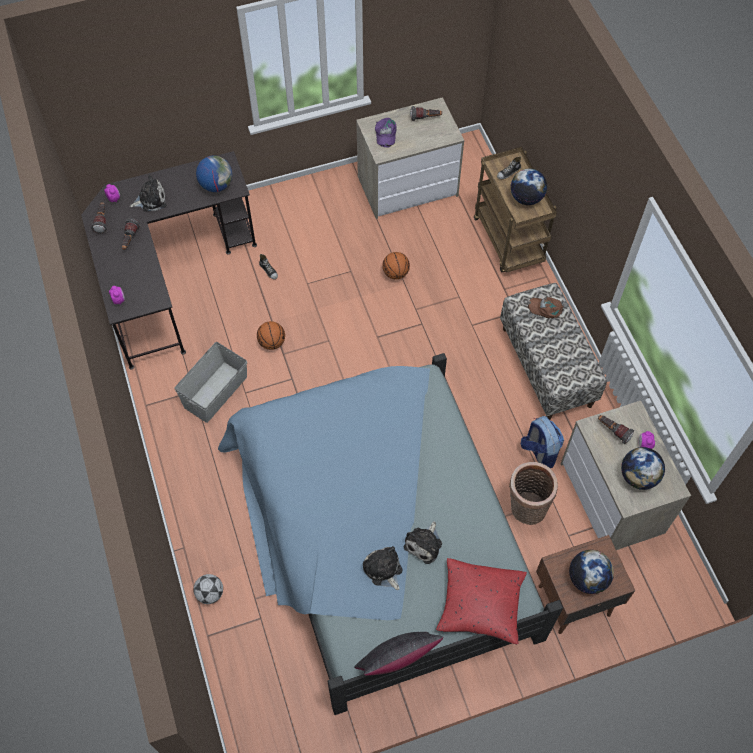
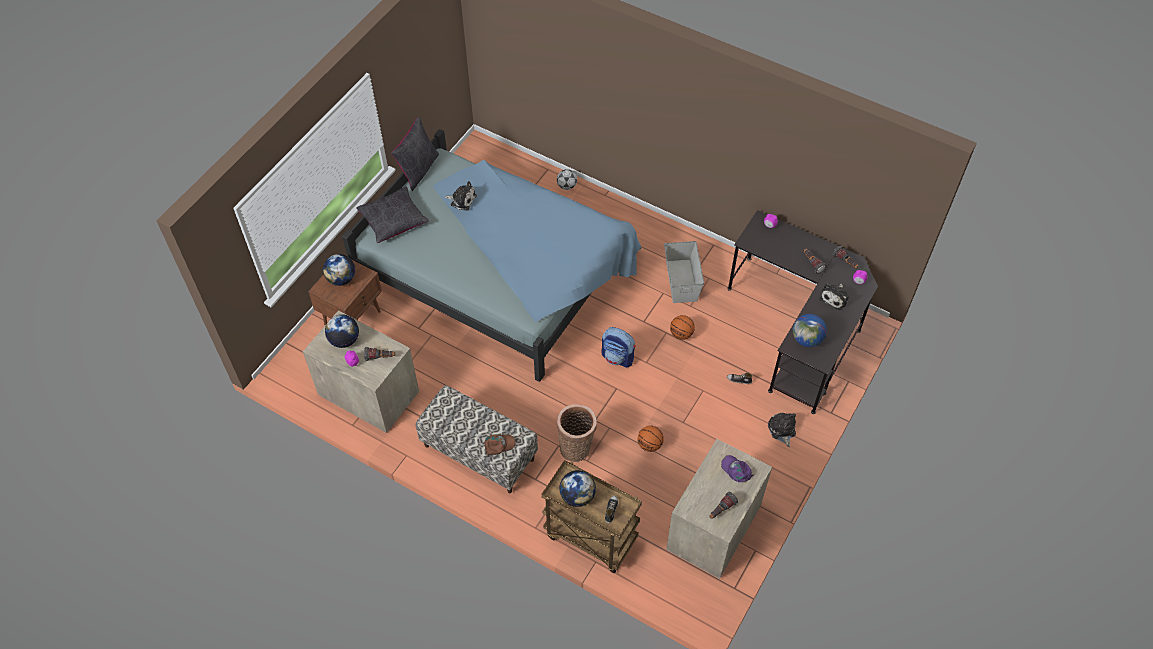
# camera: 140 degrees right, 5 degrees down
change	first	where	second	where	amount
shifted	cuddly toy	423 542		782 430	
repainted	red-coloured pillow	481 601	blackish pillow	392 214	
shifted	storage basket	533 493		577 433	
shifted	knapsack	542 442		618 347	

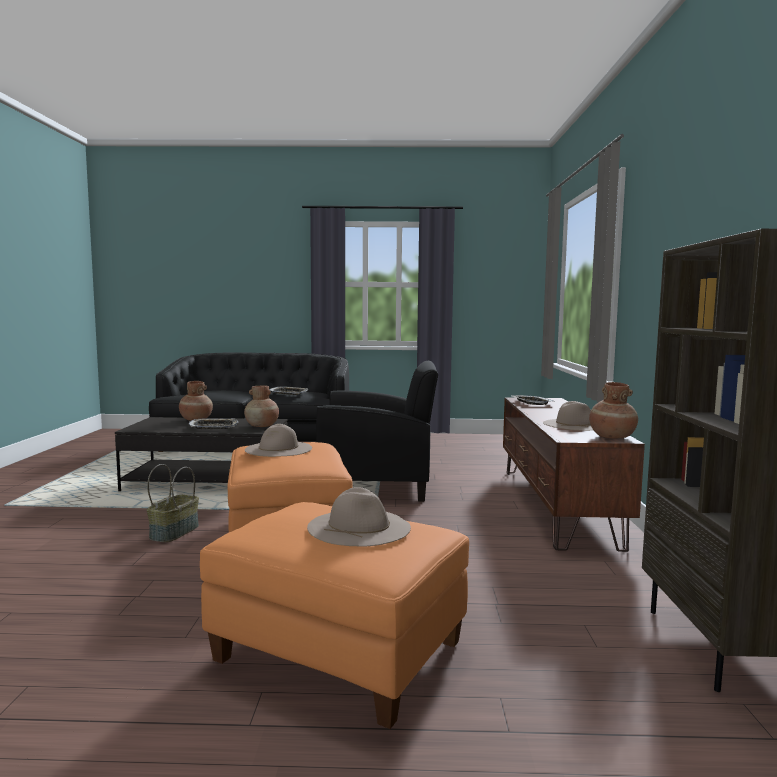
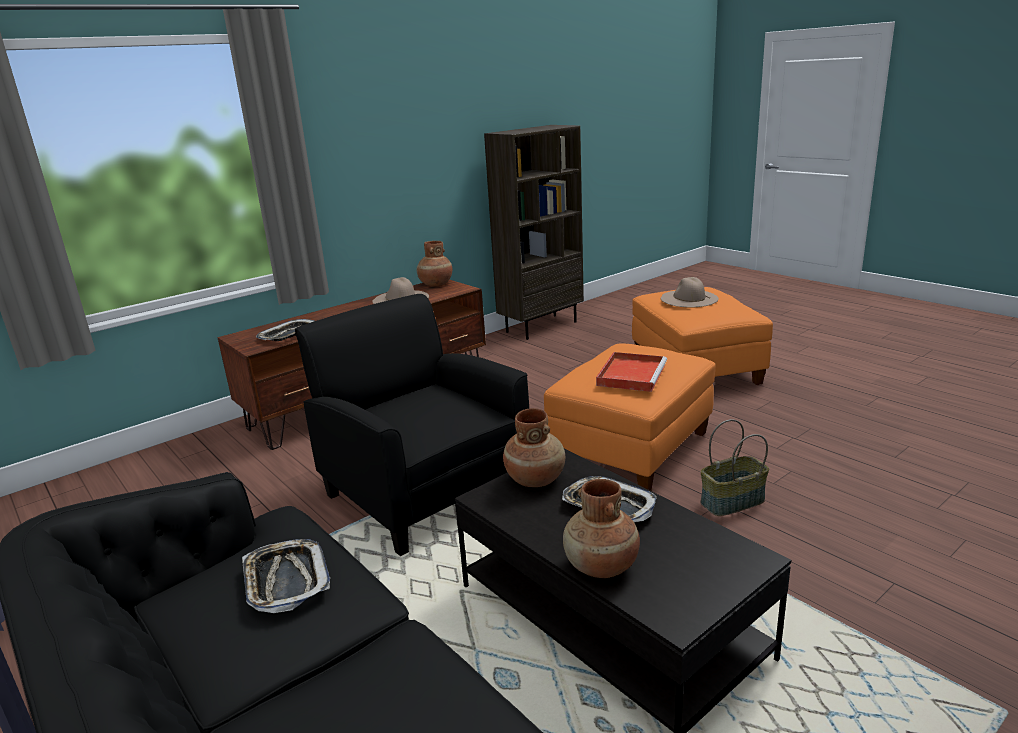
# camera: 130 degrees left, 15 degrees up
change	first	where	second	where	amount
swapped	beige-coloured wearable hat	278 440	red-coloured serving tray	631 372	

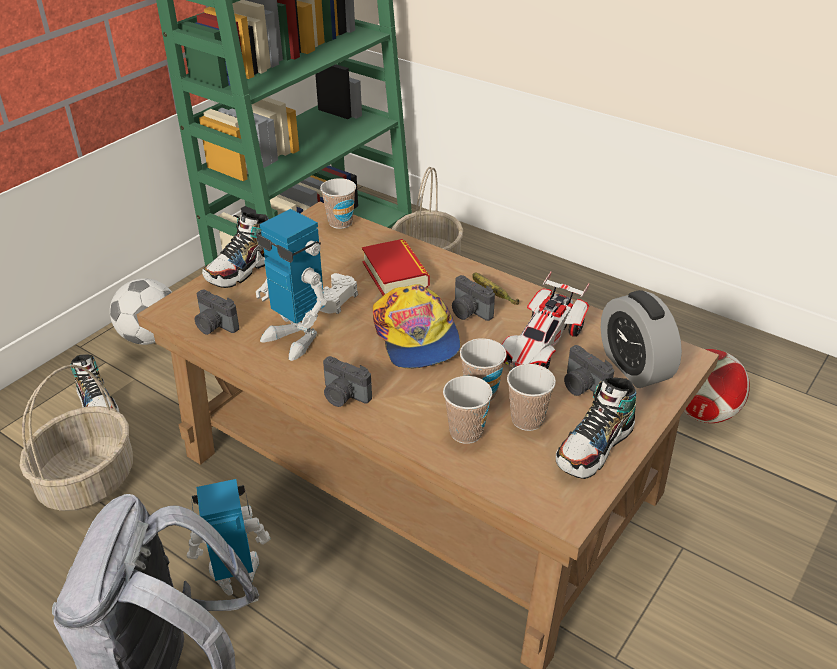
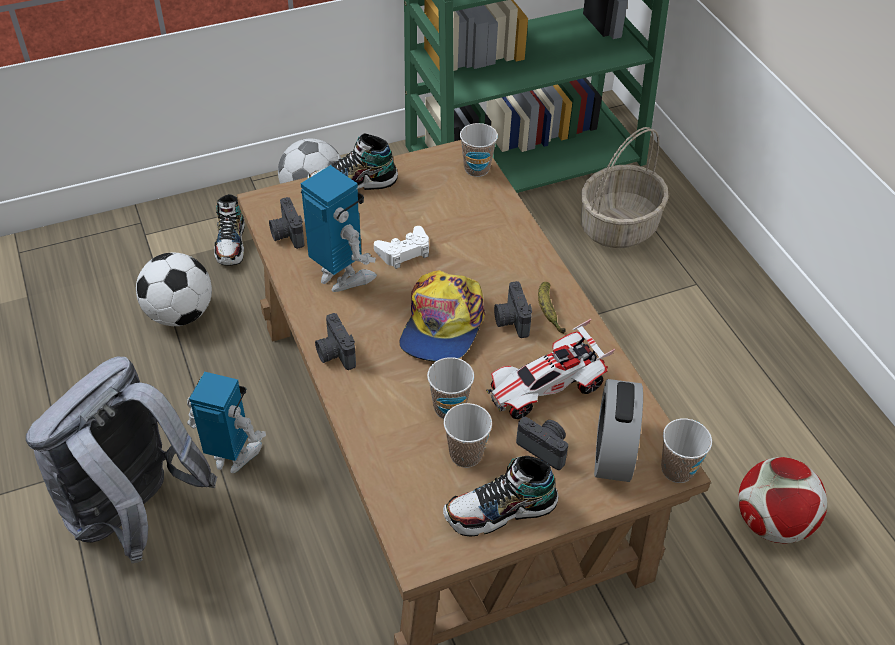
# camera: 30 degrees right, 10 degrees up
change	first	where	second	where	amount
swapped	storage basket	76 438	football ball	174 289	
rotated	toy robot	291 285		338 228	150 degrees clockwise
gone	book	396 267			
shifted	small cup	467 410		686 450	
rotated	photo camera	589 370		542 443	135 degrees clockwise

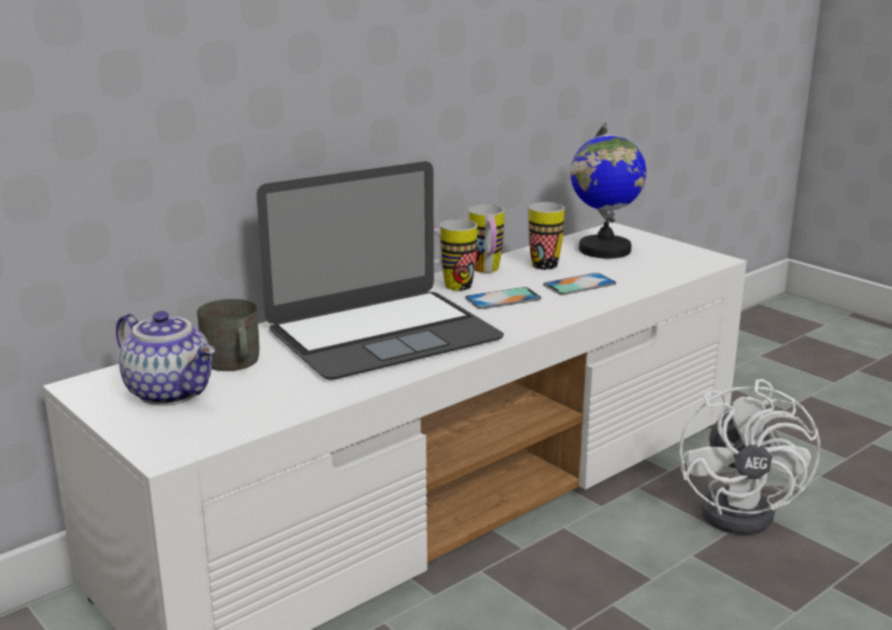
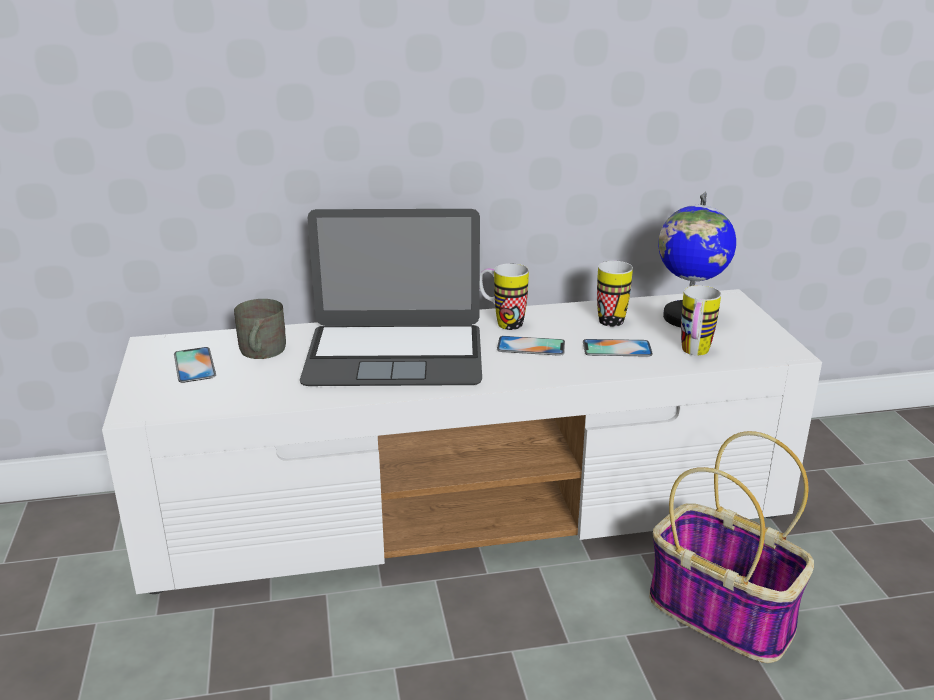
# camera: 30 degrees right, 5 degrees up
change	first	where	second	where	amount
swapped	pot for tea	165 358	phone	195 365	
shifted	mug	486 239		701 320	
swapped	white electric fan	749 457	storage basket	731 547	

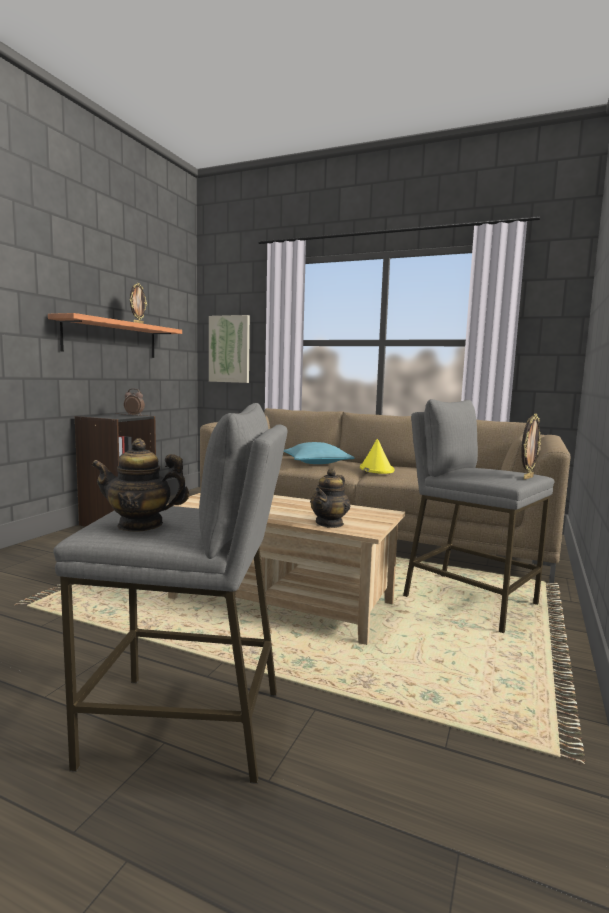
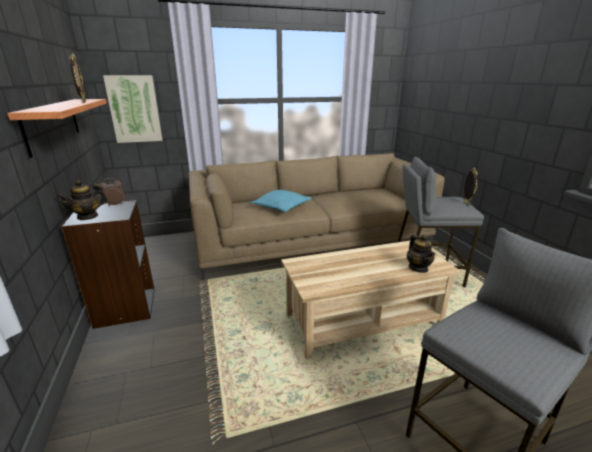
# camera: 40 degrees left, 15 degrees up
change	first	where	second	where	amount
shifted	pot for tea	140 485		82 200	
gone	yellow wearable hat	377 456			

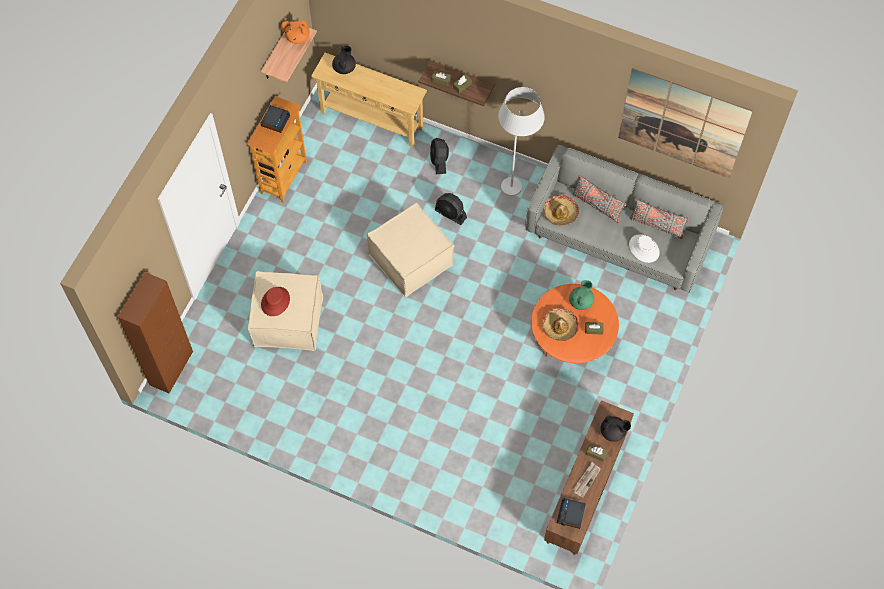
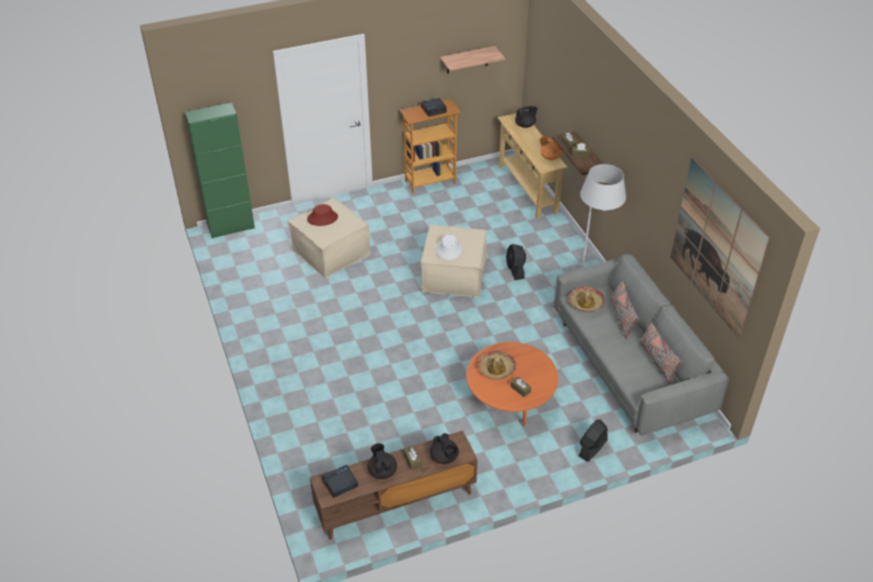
# camera: 45 degrees right, 20 degrees down
change	first	where	second	where	amount
repainted	brown-coloured cabinet	155 332	green cabinet	220 171	
shifted	orange-coloured pot for tea	295 31		551 148	
shifted	blackish electric fan	439 156		593 440	
gone	green pot for tea	581 295			
swapped	daily paper	587 480	blackish pot for tea	382 461	
shifted	white wearable hat	644 248		449 247	

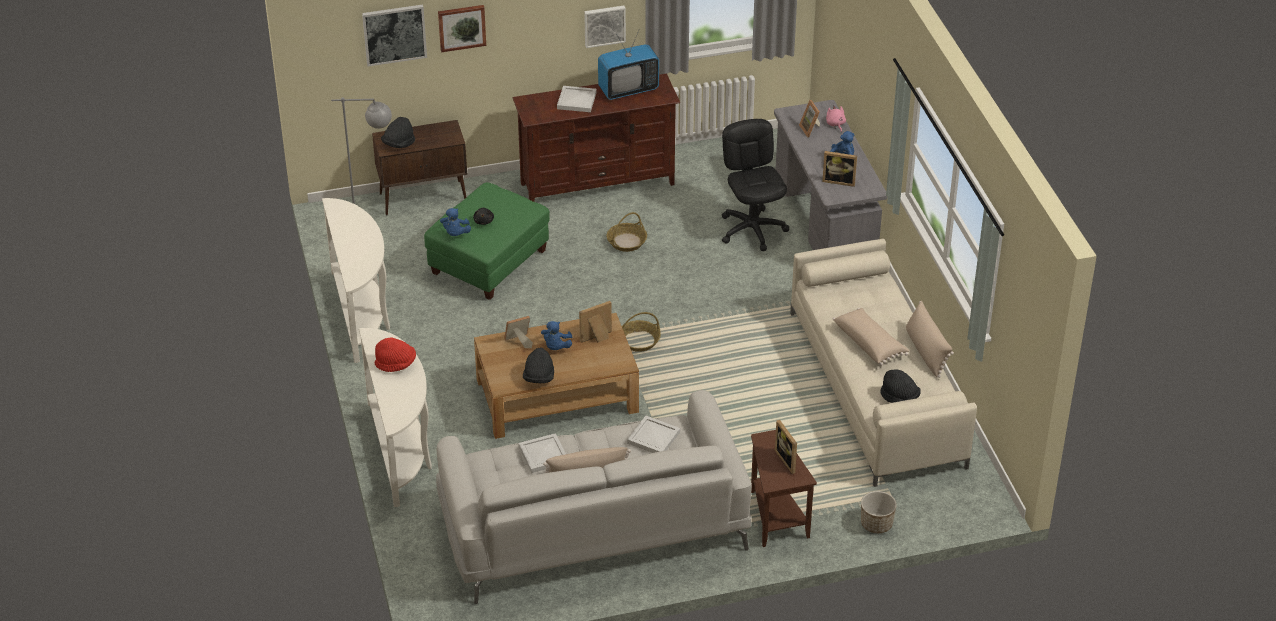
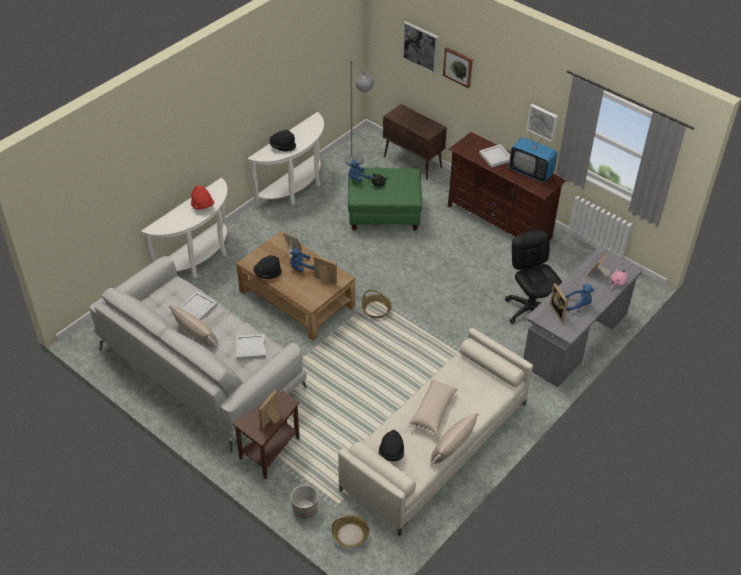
# camera: 55 degrees right, 5 degrees up
change	first	where	second	where	amount
shifted	blackish wearable hat	398 132		282 141	
shifted	storage basket	627 232		350 531	
rotated	blackish computer chair	755 185		533 277	60 degrees counterclockwise

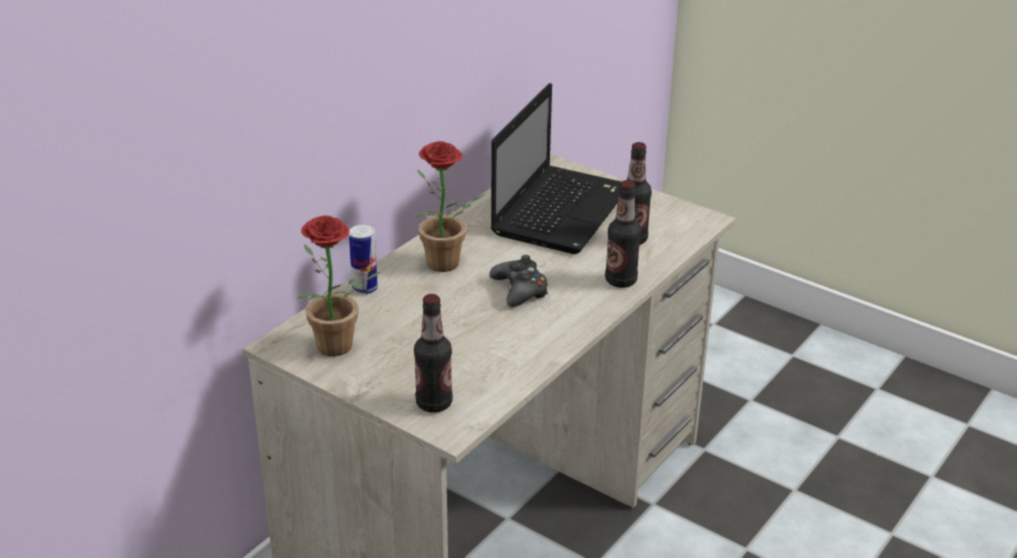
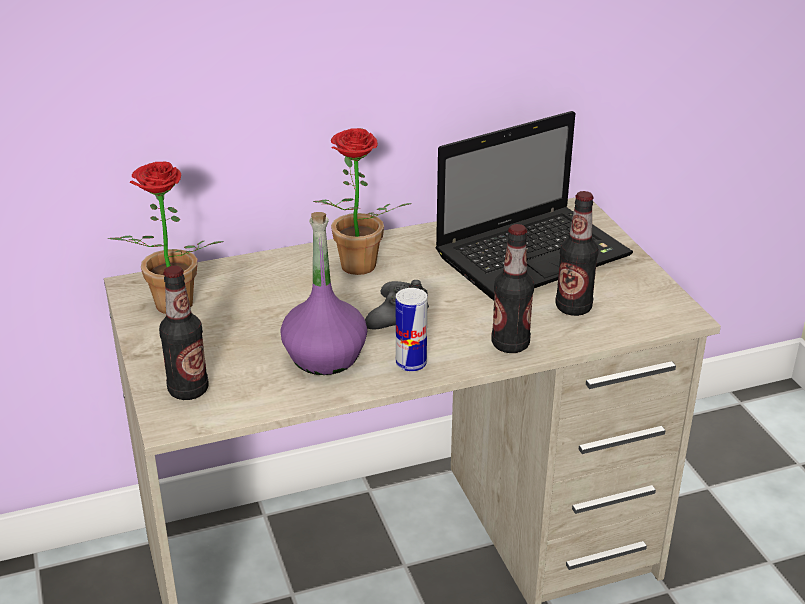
# camera: 35 degrees right, 0 degrees up
change	first	where	second	where	amount
shifted	can	363 259		412 330	
new			purplish bottle	324 293	

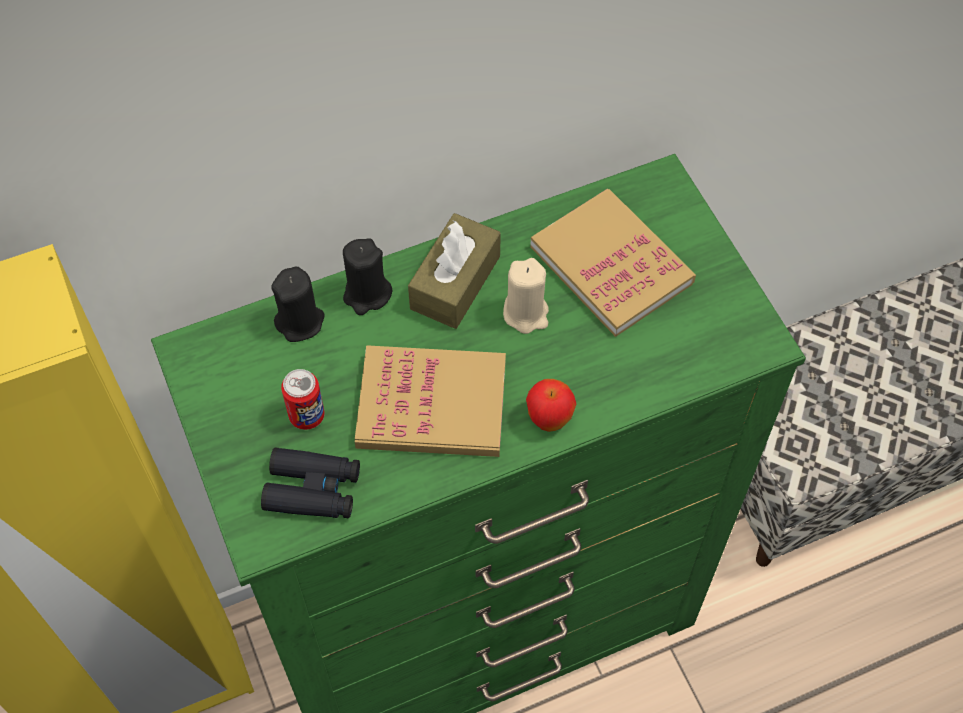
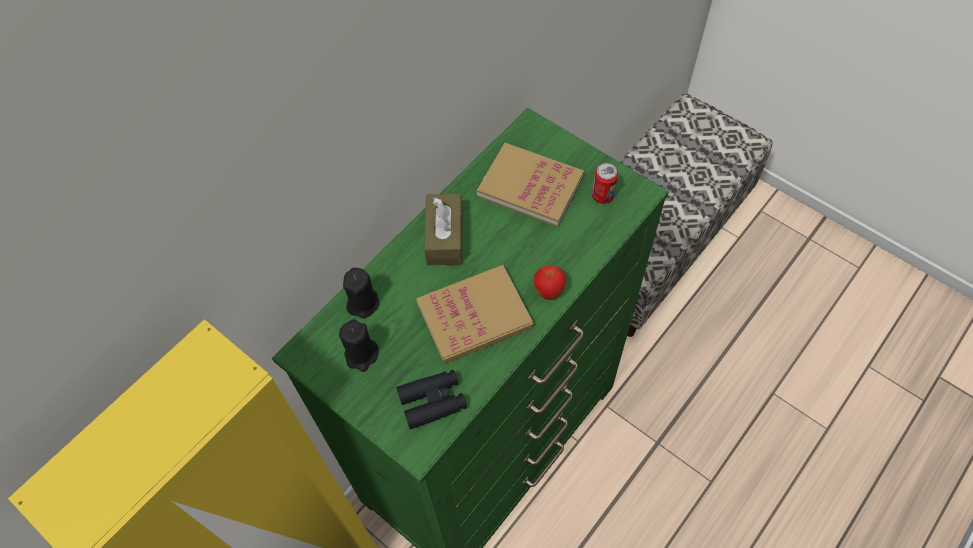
# camera: 25 degrees left, 0 degrees up
change	first	where	second	where	amount
shifted	can	303 399		605 183	
shifted	blackish wax light	368 277		359 345	
gone	beige-coloured wax light	526 296			

